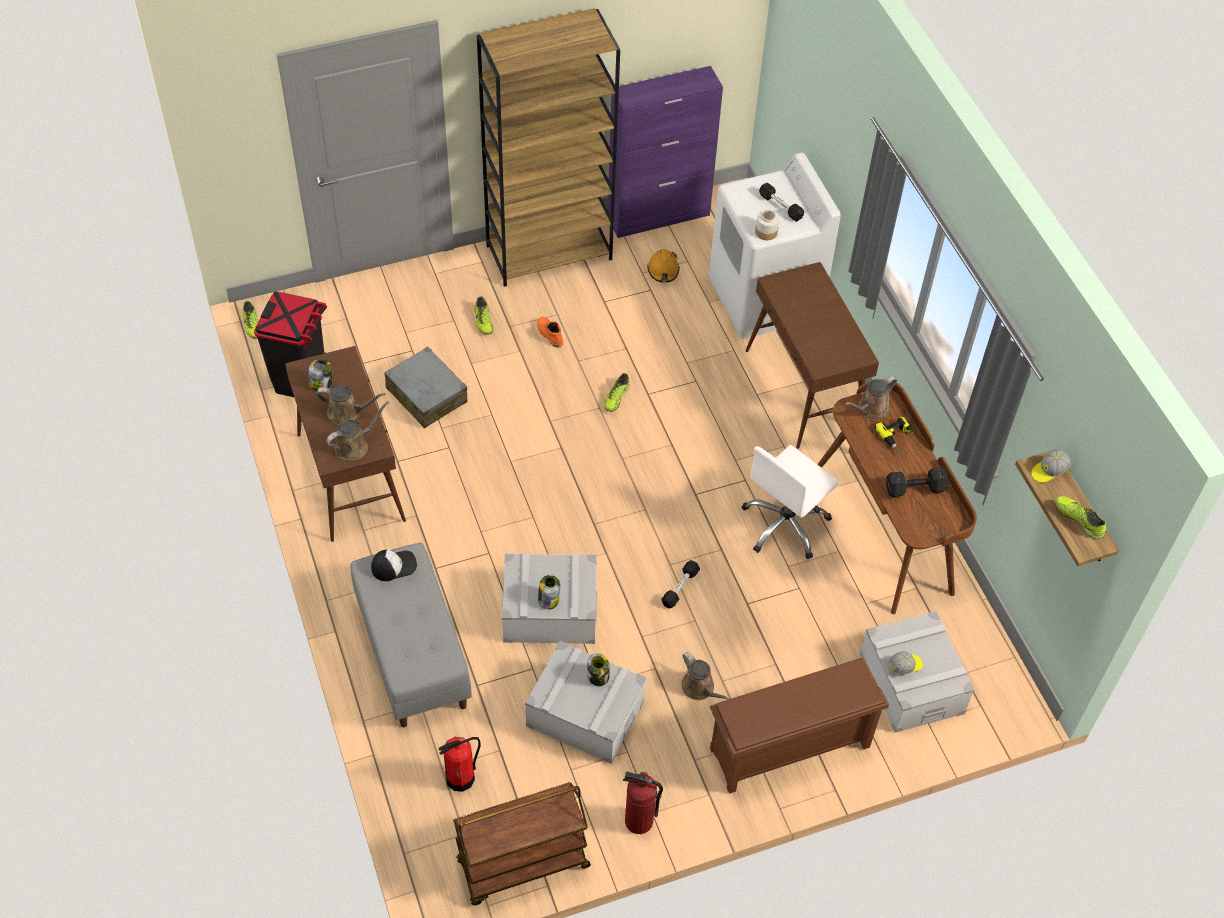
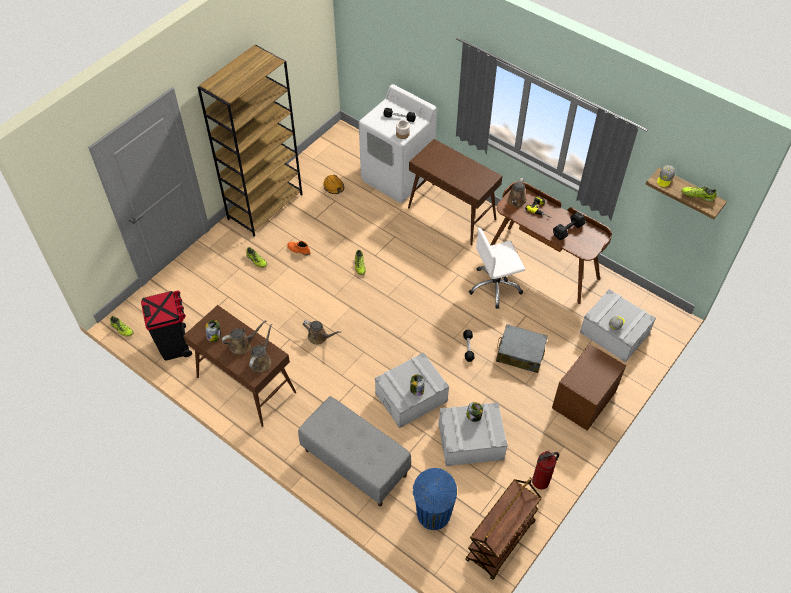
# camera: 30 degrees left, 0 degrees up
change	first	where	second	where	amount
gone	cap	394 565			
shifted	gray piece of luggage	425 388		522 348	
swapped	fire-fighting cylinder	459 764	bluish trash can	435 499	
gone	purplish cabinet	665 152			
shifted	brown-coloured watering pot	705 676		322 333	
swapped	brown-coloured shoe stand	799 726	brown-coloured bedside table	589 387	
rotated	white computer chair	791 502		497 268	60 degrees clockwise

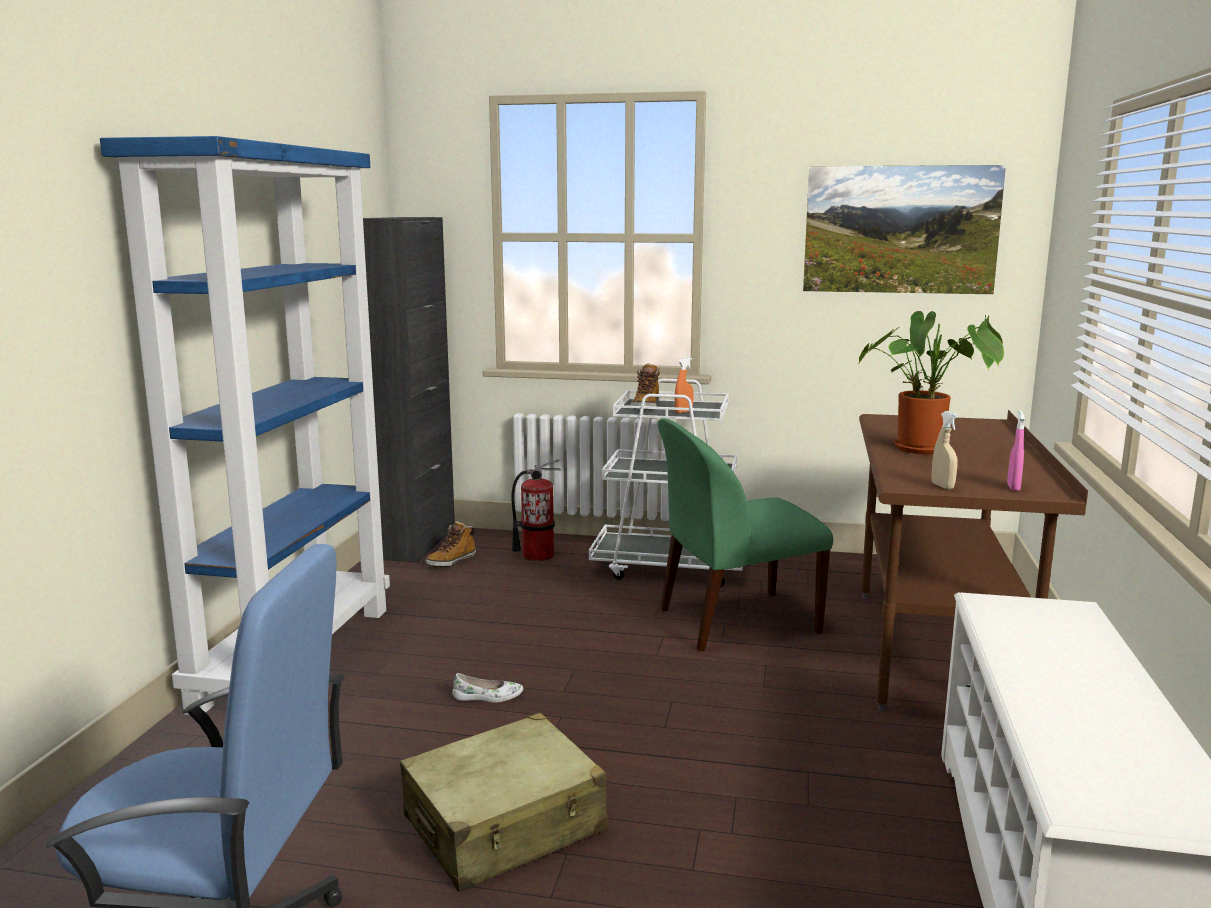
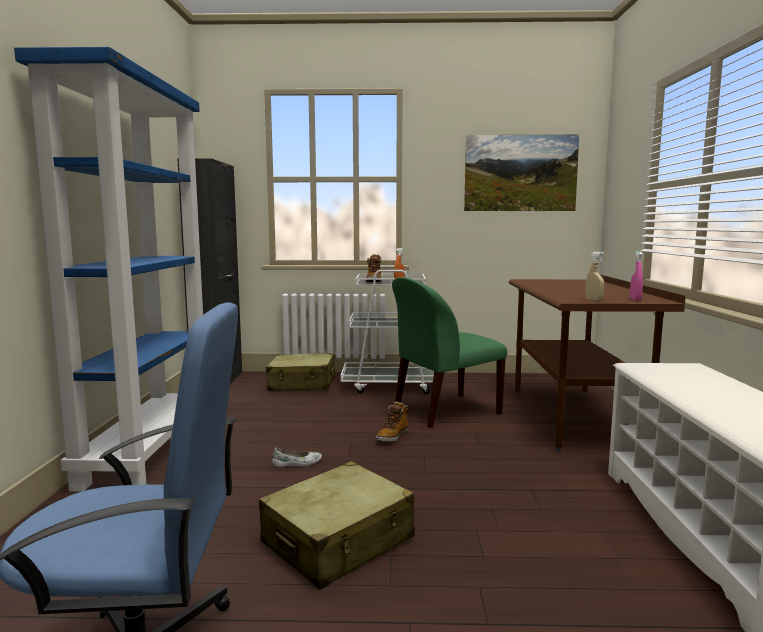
# camera: 10 degrees left, 5 degrees down
change	first	where	second	where	amount
shifted	tall boot	450 544		392 422	
swapped	fire-fighting cylinder	536 510	beige-coloured piece of luggage	301 372	
gone	plant in a pot	931 382			

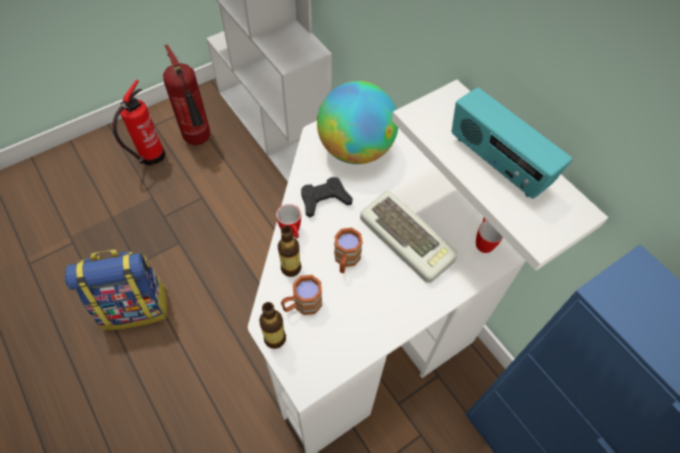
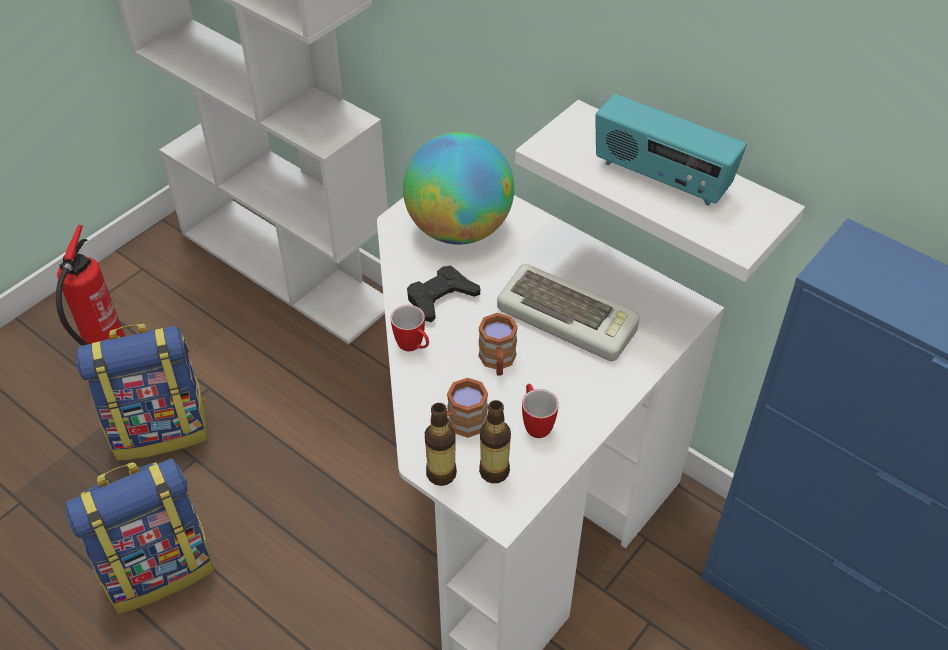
# camera: 15 degrees left, 10 degrees down
change	first	where	second	where	amount
gone	fire-fighting cylinder	186 94			
shifted	bottle	290 251		495 441	
shifted	mug	489 235		540 411	
new			knapsack	142 392	

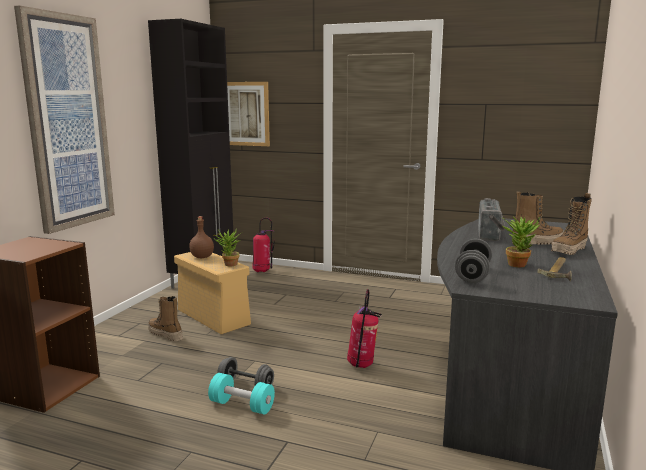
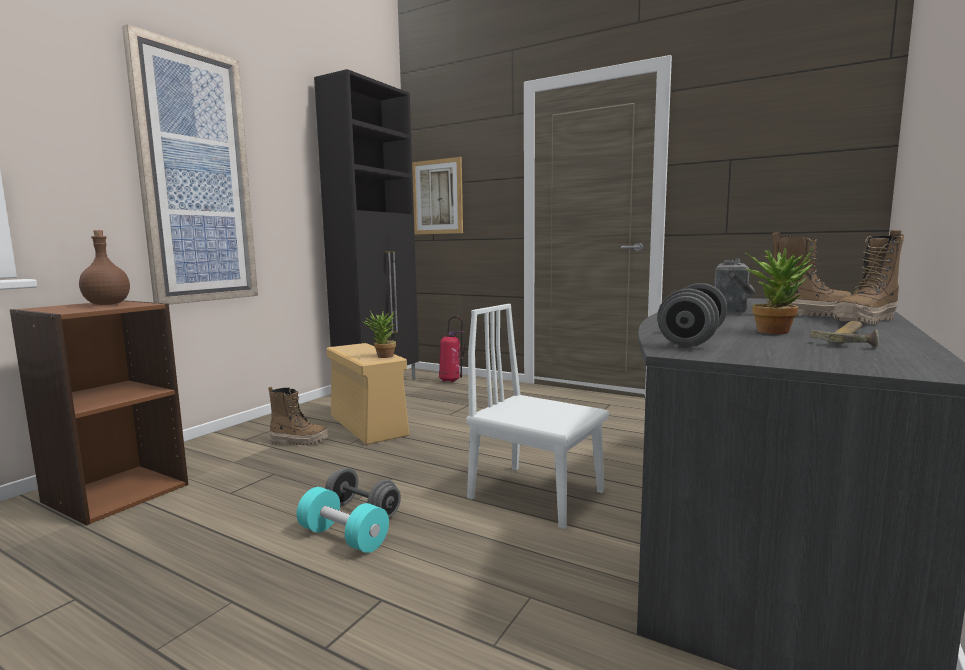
# camera: 10 degrees right, 5 degrees down
change	first	where	second	where	amount
rotated	tall boot	165 318		298 416	135 degrees clockwise
shifted	brown-coloured bottle	201 237		104 267	
swapped	fire-fighting cylinder	364 328	white plain chair	537 416	

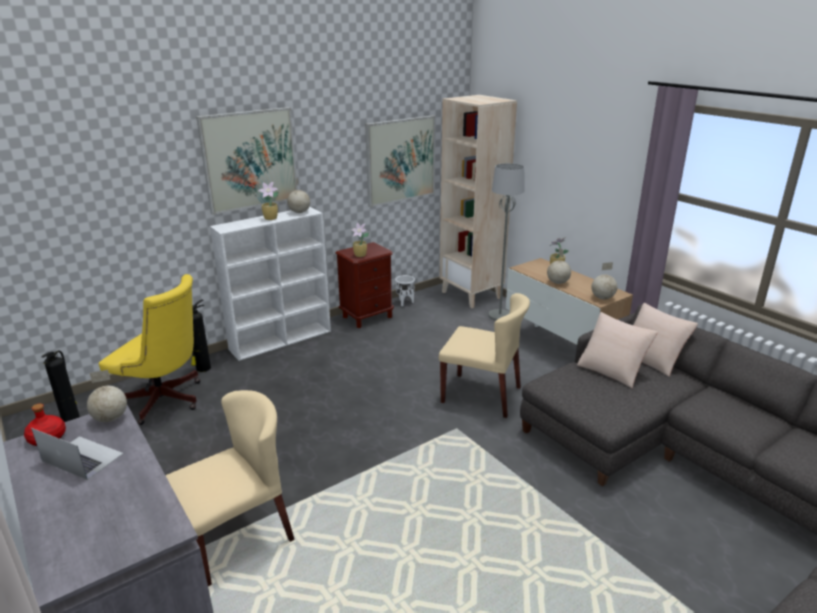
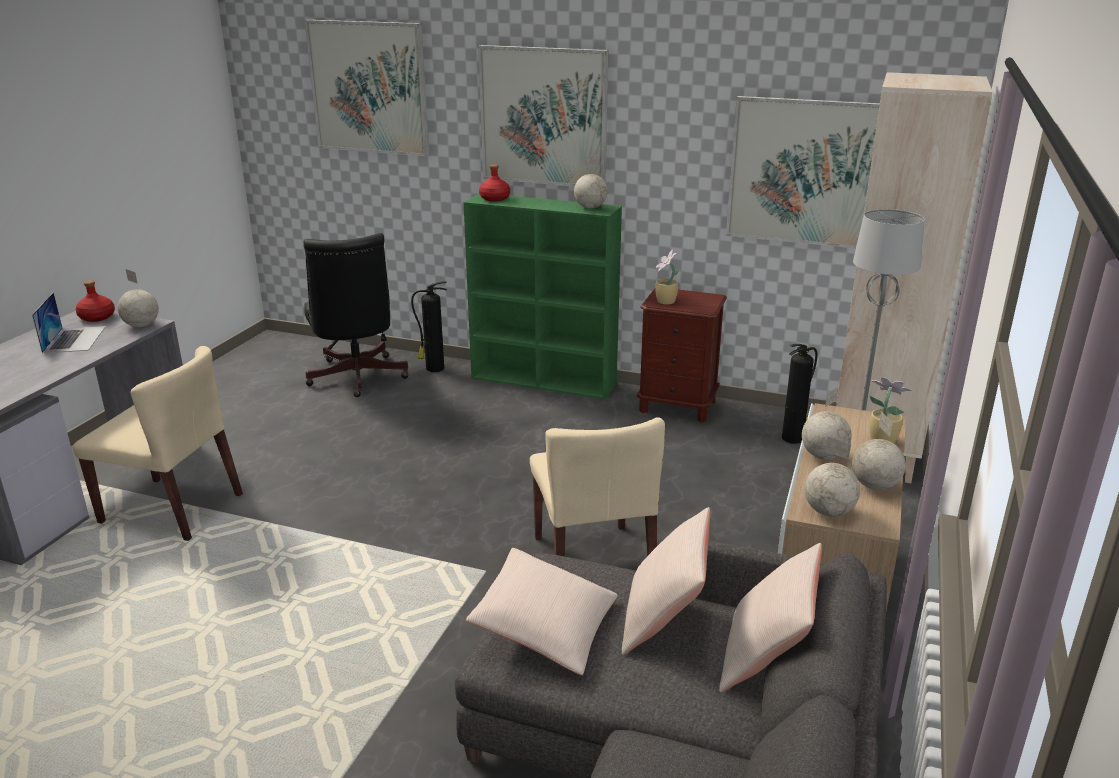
# camera: 55 degrees right, 0 degrees up
change	first	where	second	where	amount
shifted	fire-fighting cylinder	61 386		800 394	
repainted	yellow computer chair	149 349	blackish computer chair	356 315	
repainted	white bookshelf	270 284	green bookshelf	543 296	
gone	plant in a pot	268 201			
gone	white flower pot	405 290			
new			wall picture	367 88	
new			beige-coloured pillow	542 611	
new			red-coloured bottle	494 183	
new			world globe	879 451	

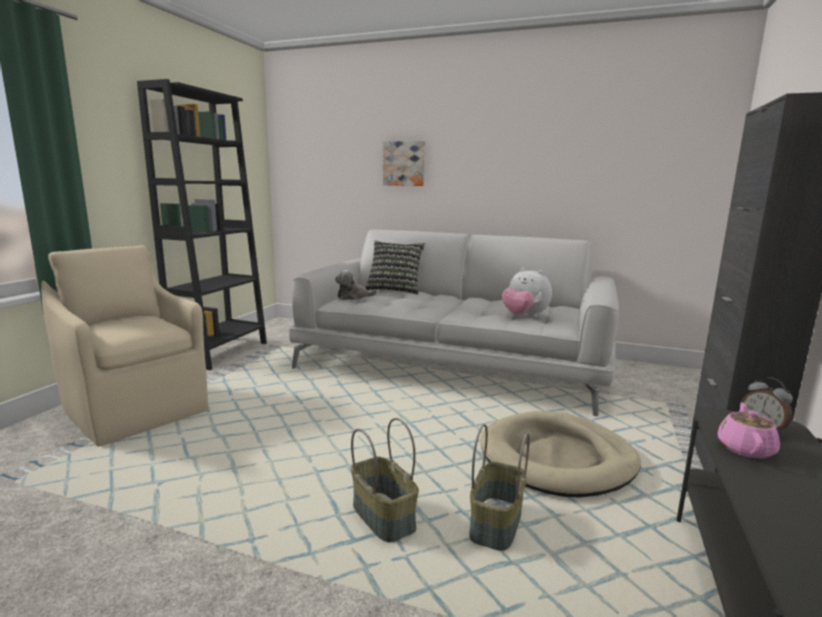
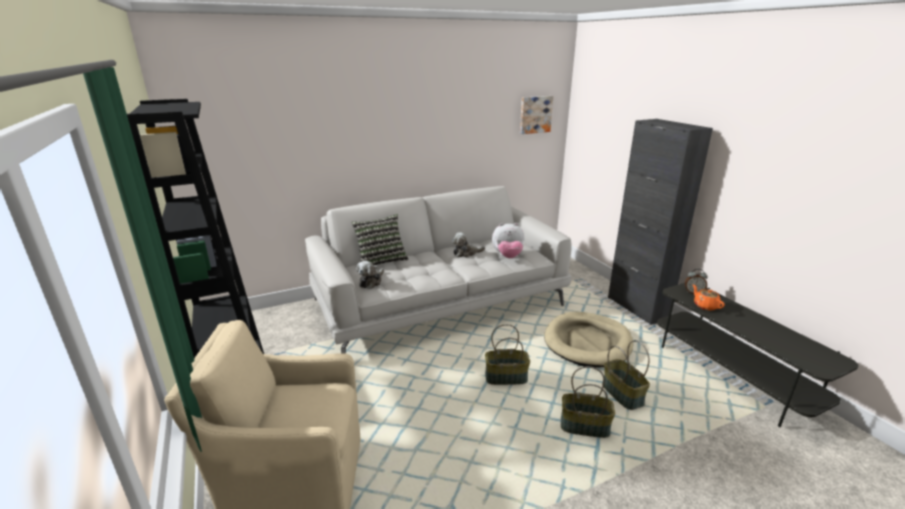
# camera: 45 degrees left, 10 degrees up
change	first	where	second	where	amount
shifted	wall picture	404 163		536 115	
repainted	pink pot for tea	749 431	orange-coloured pot for tea	708 297	
new			cuddly toy	468 244	
new			storage basket	507 354	

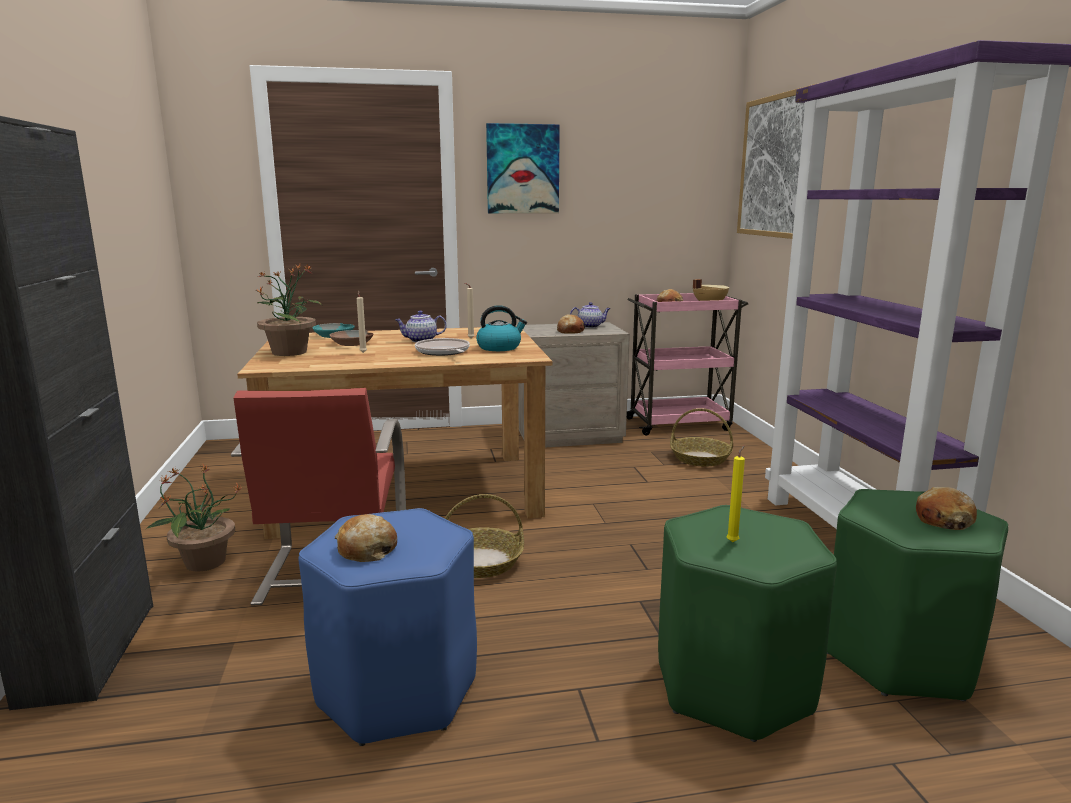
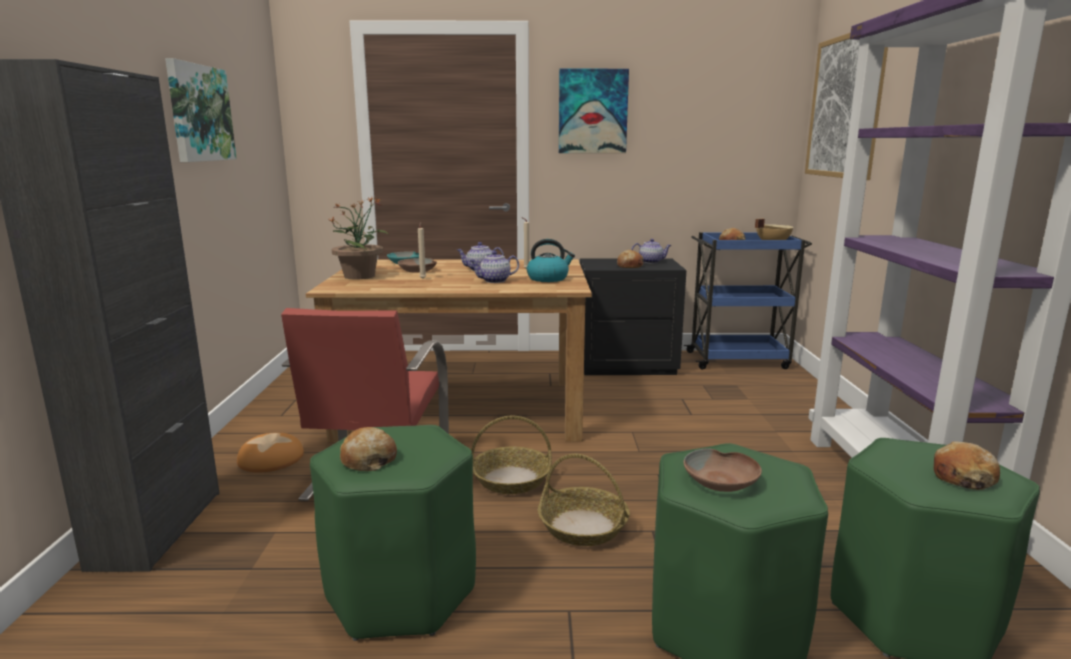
# camera: 10 degrees right, 0 degrees up
change	first	where	second	where	amount
swapped	plant in a pot	194 517	bread	270 453	
repainted	bluish stool	387 627	green stool	393 533	
swapped	frying pan	442 347	pot for tea	494 267	
repainted	beige-coloured bedside table	573 384	blackish bedside table	633 316	
repainted	pink wheeled cart	687 364	bluish wheeled cart	748 301	
shifted	storage basket	701 437		584 500	
swapped	yellow wax light	736 493	brown-coloured serving bowl	722 470	
new			wall picture	200 110	

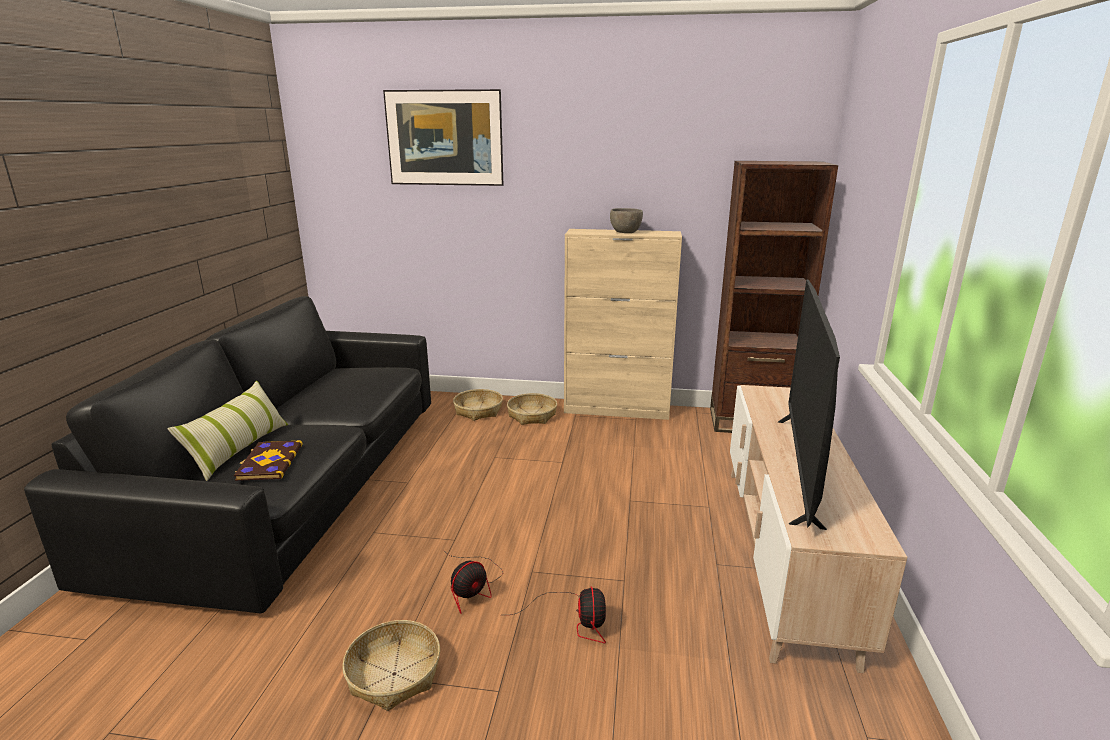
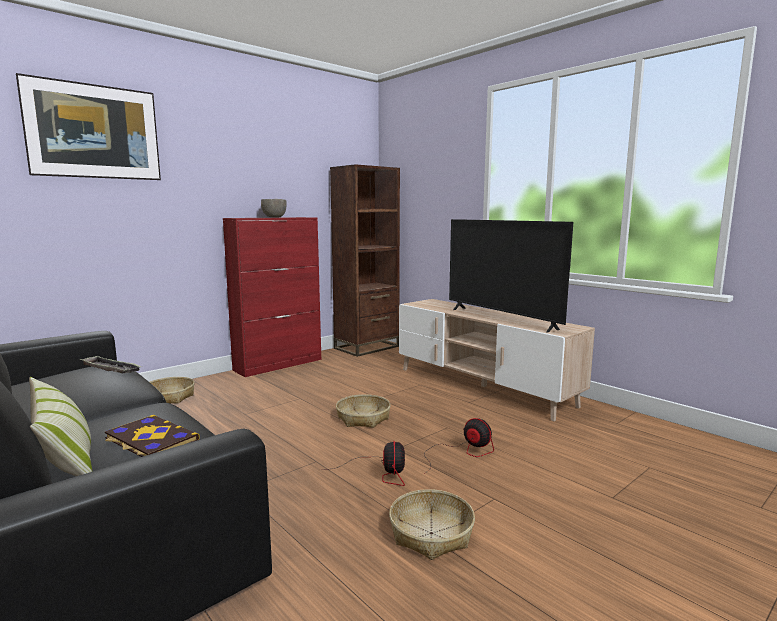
# camera: 50 degrees left, 10 degrees down
change	first	where	second	where	amount
shifted	storage basket	532 409		363 411	
repainted	beige-coloured cabinet	623 324	red-coloured cabinet	272 297	
new			serving tray	110 364	

